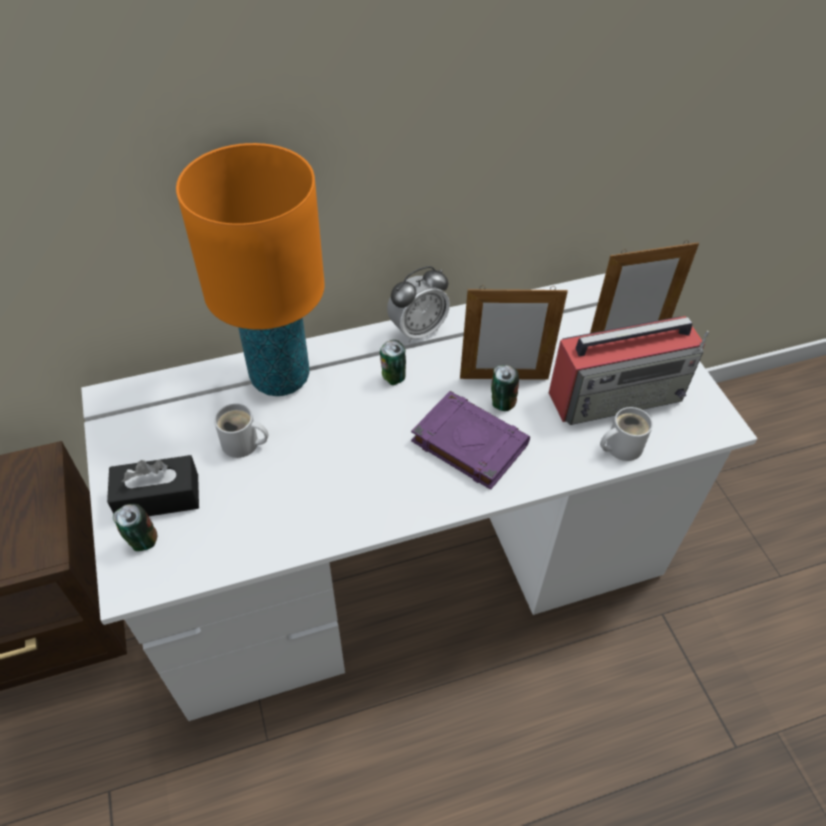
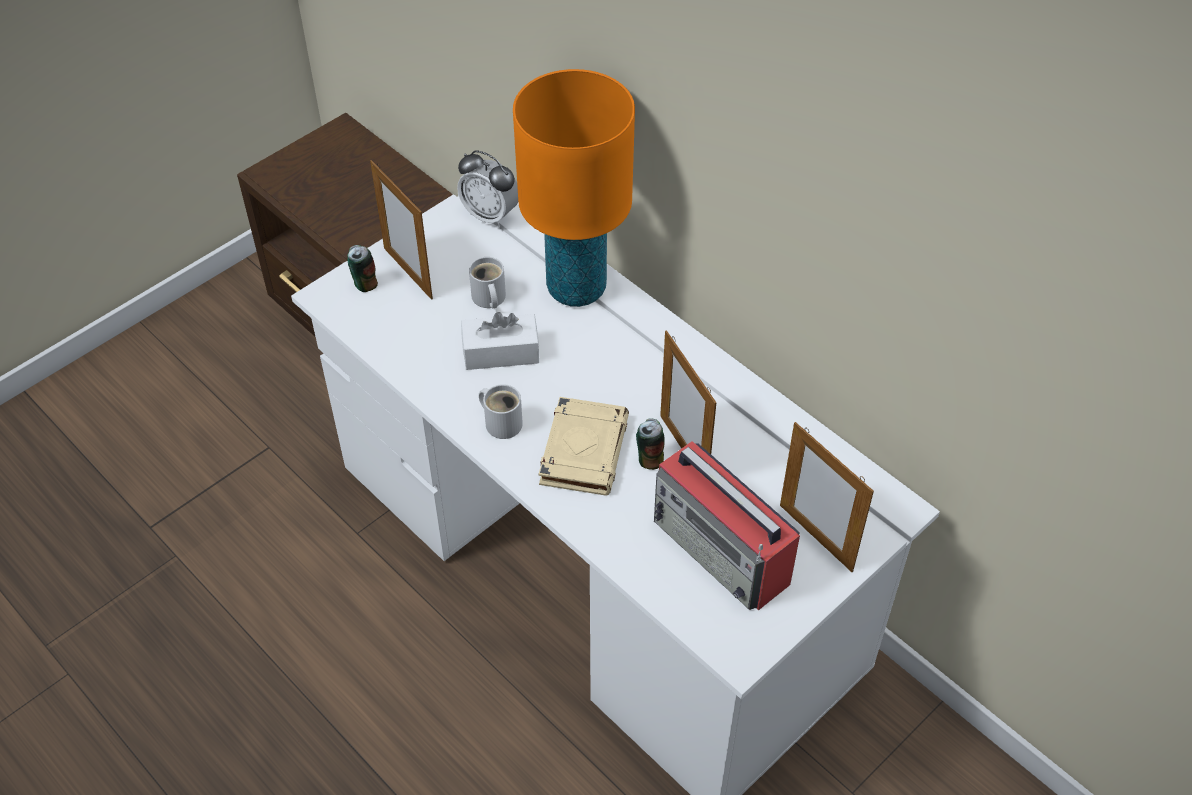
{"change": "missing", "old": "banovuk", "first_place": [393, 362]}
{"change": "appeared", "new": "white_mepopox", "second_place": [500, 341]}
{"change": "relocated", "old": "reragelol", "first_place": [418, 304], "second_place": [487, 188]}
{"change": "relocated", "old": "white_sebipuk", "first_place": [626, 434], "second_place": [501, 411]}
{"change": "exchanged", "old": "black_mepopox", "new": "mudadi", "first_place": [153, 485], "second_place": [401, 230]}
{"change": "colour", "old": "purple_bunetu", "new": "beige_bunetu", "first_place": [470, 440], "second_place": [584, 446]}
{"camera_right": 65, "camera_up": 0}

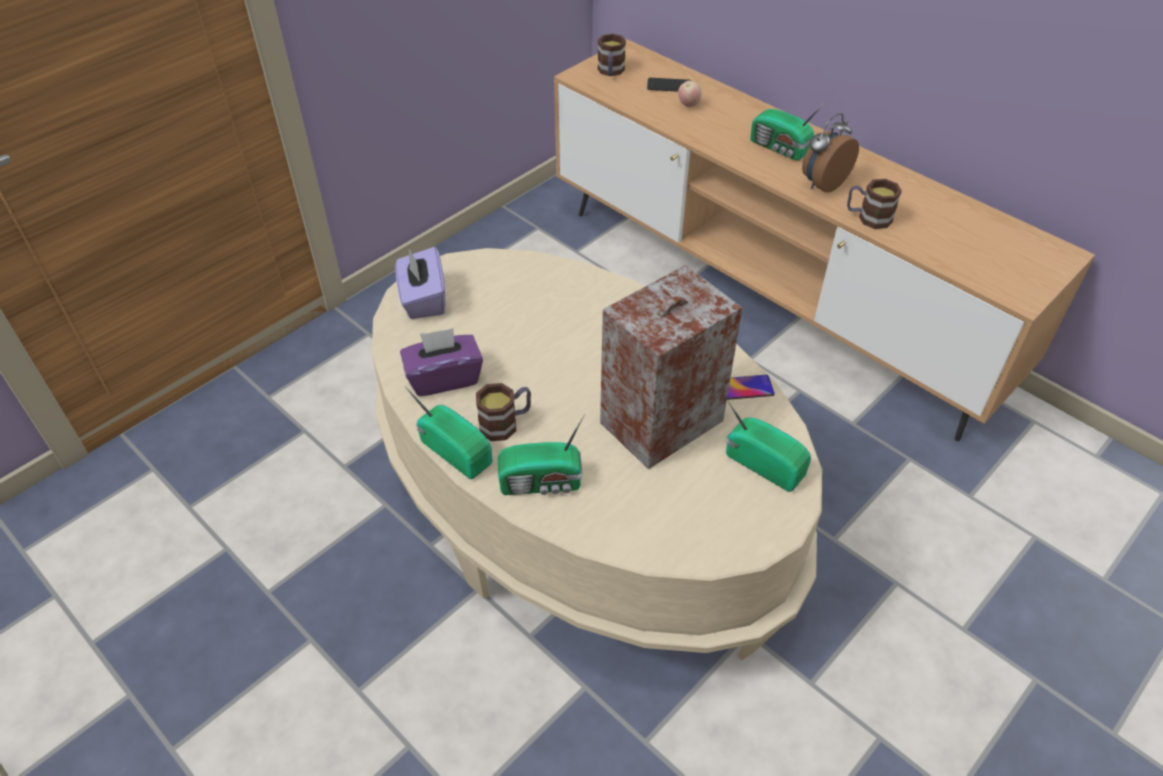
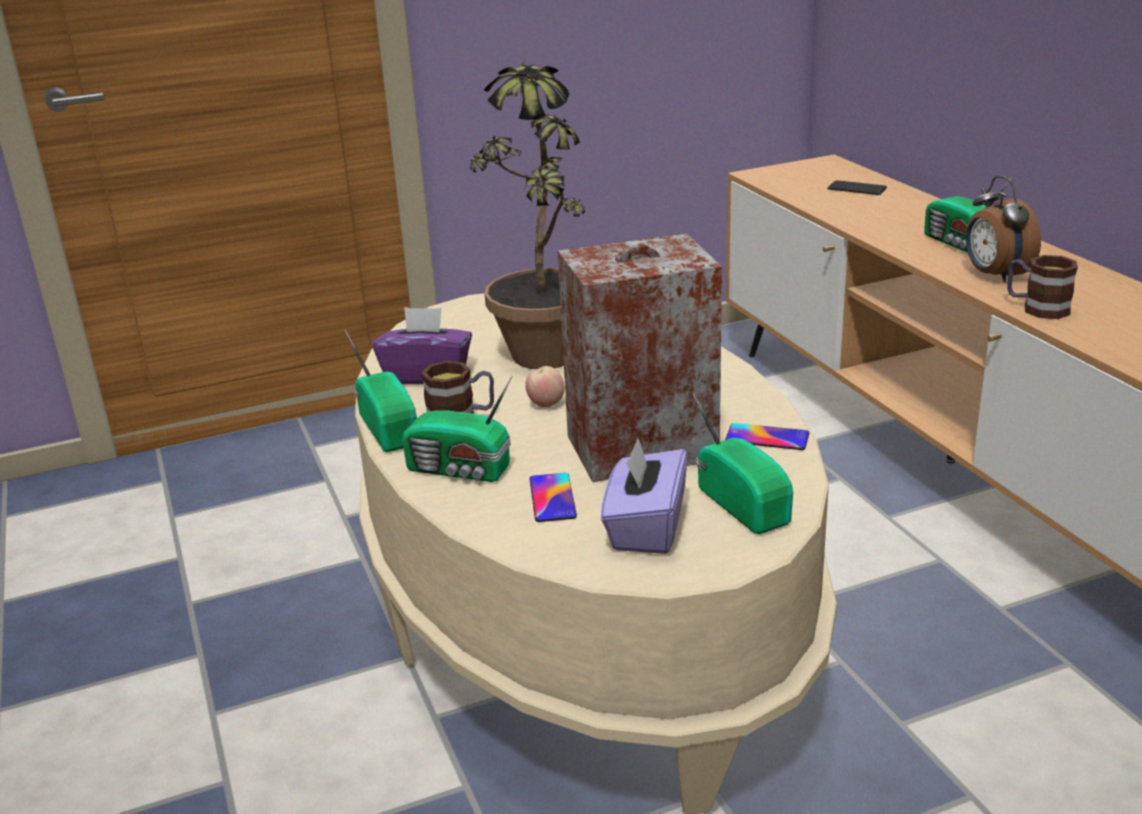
{"change": "missing", "old": "sebipuk", "first_place": [611, 54]}
{"change": "appeared", "new": "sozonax", "second_place": [528, 210]}
{"change": "appeared", "new": "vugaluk", "second_place": [553, 497]}
{"change": "relocated", "old": "purple_mepopox", "first_place": [420, 283], "second_place": [644, 496]}
{"change": "relocated", "old": "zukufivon", "first_place": [690, 94], "second_place": [544, 386]}
{"change": "spun", "old": "reragelol", "first_place": [830, 153], "second_place": [1003, 229], "degrees": -90}
{"camera_right": 25, "camera_up": -20}

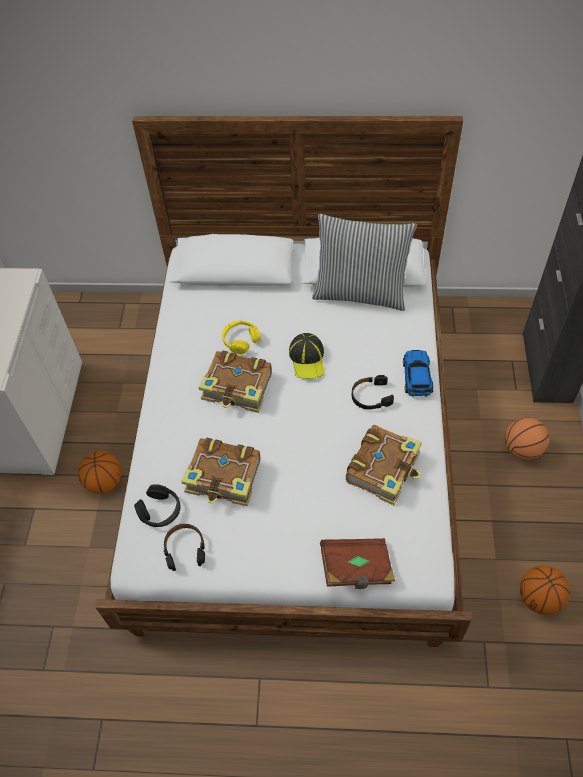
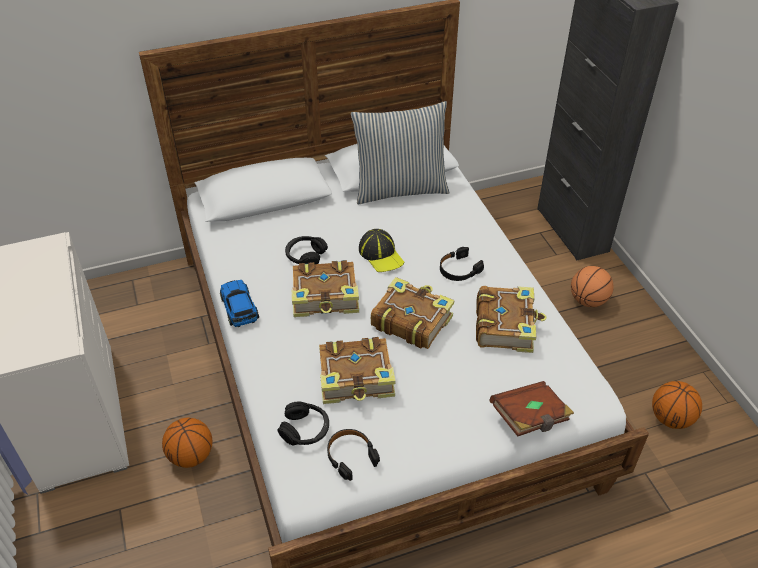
{"change": "appeared", "new": "bunetu", "second_place": [412, 313]}
{"change": "relocated", "old": "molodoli", "first_place": [418, 373], "second_place": [239, 303]}
{"change": "colour", "old": "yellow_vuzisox", "new": "black_vuzisox", "first_place": [241, 337], "second_place": [306, 250]}
{"camera_right": -25, "camera_up": -10}

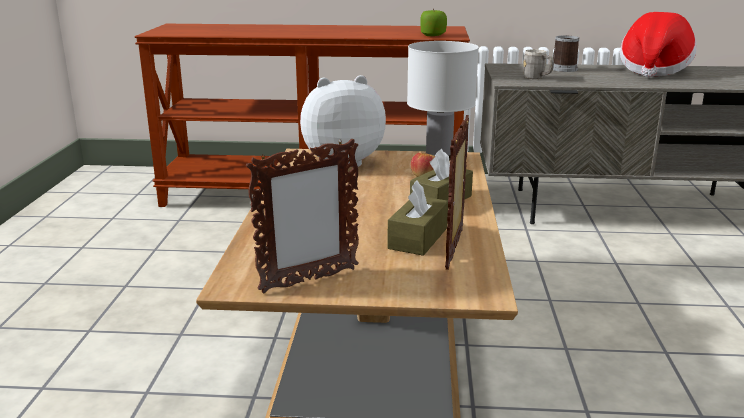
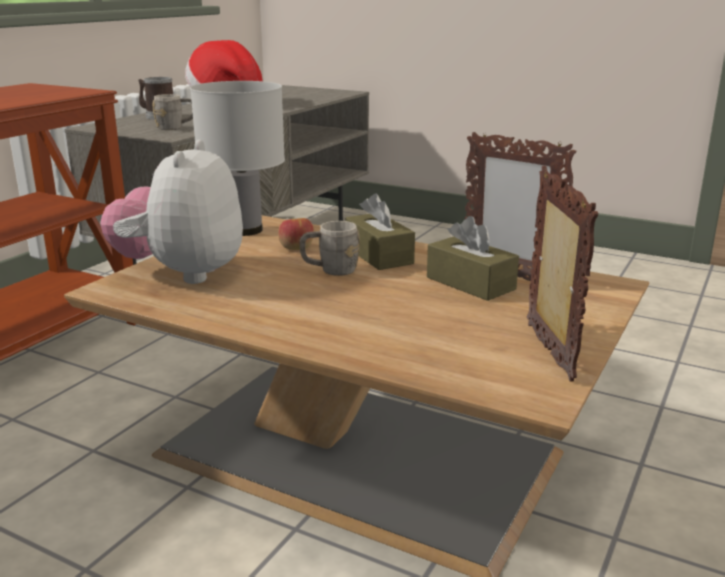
{"change": "missing", "old": "zukufivon", "first_place": [433, 22]}
{"change": "appeared", "new": "grey_sebipuk", "second_place": [330, 248]}
{"camera_right": -65, "camera_up": 0}

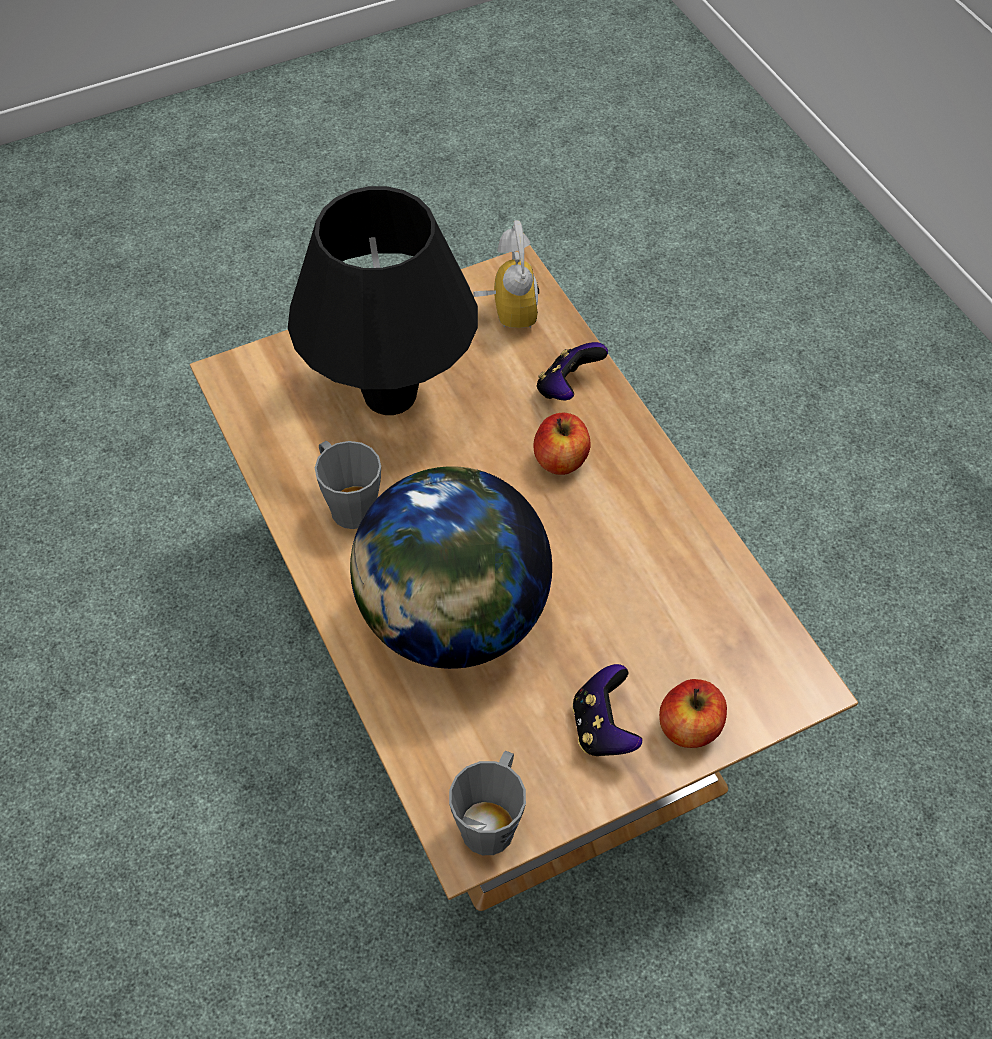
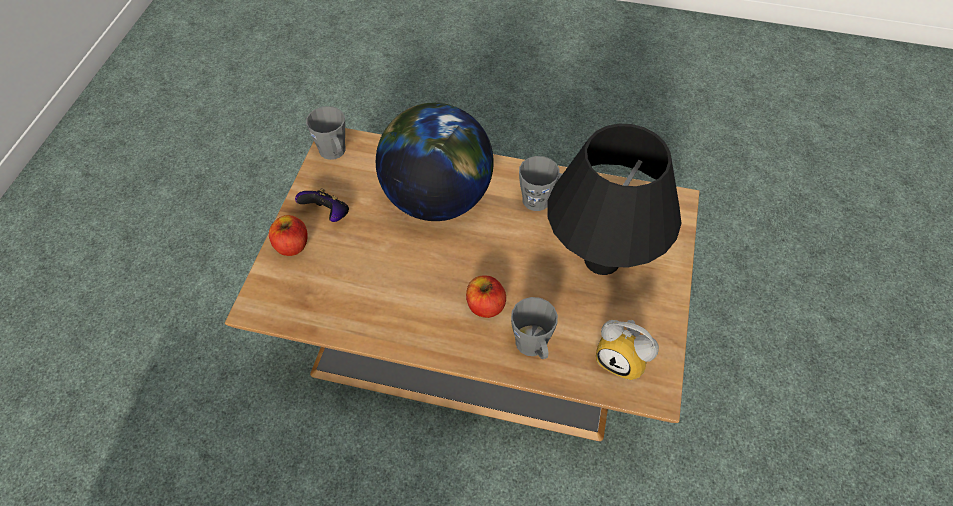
{"change": "exchanged", "old": "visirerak", "new": "grey_sebipuk", "first_place": [572, 371], "second_place": [534, 328]}
{"camera_right": 130, "camera_up": 0}

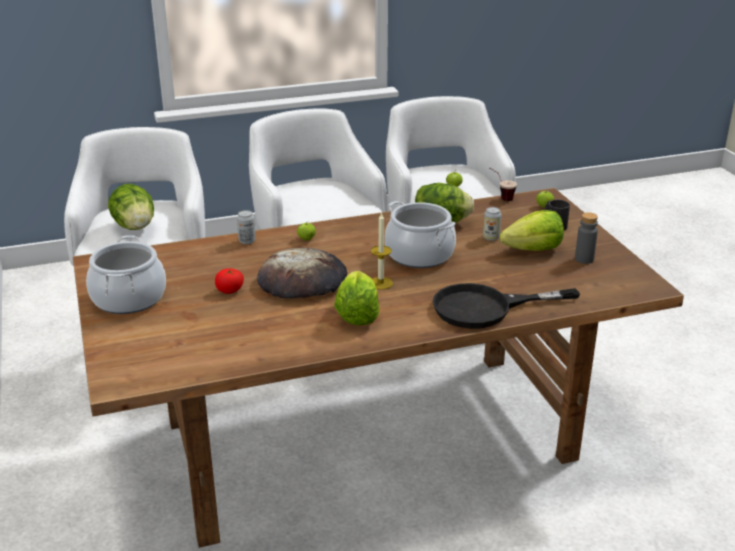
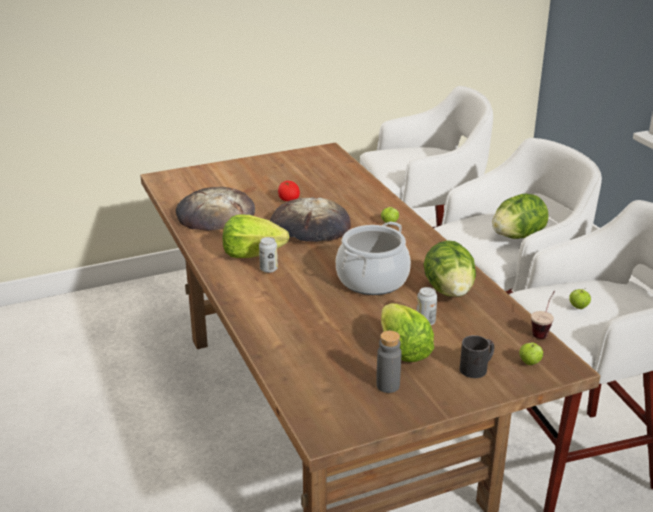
{"change": "missing", "old": "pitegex", "first_place": [126, 274]}
{"change": "missing", "old": "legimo", "first_place": [382, 251]}
{"change": "missing", "old": "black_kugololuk", "first_place": [506, 306]}
{"change": "appeared", "new": "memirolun", "second_place": [215, 209]}
{"change": "relocated", "old": "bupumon", "first_place": [131, 207], "second_place": [520, 216]}
{"change": "relocated", "old": "banovuk", "first_place": [246, 227], "second_place": [268, 255]}
{"camera_right": 85, "camera_up": 0}

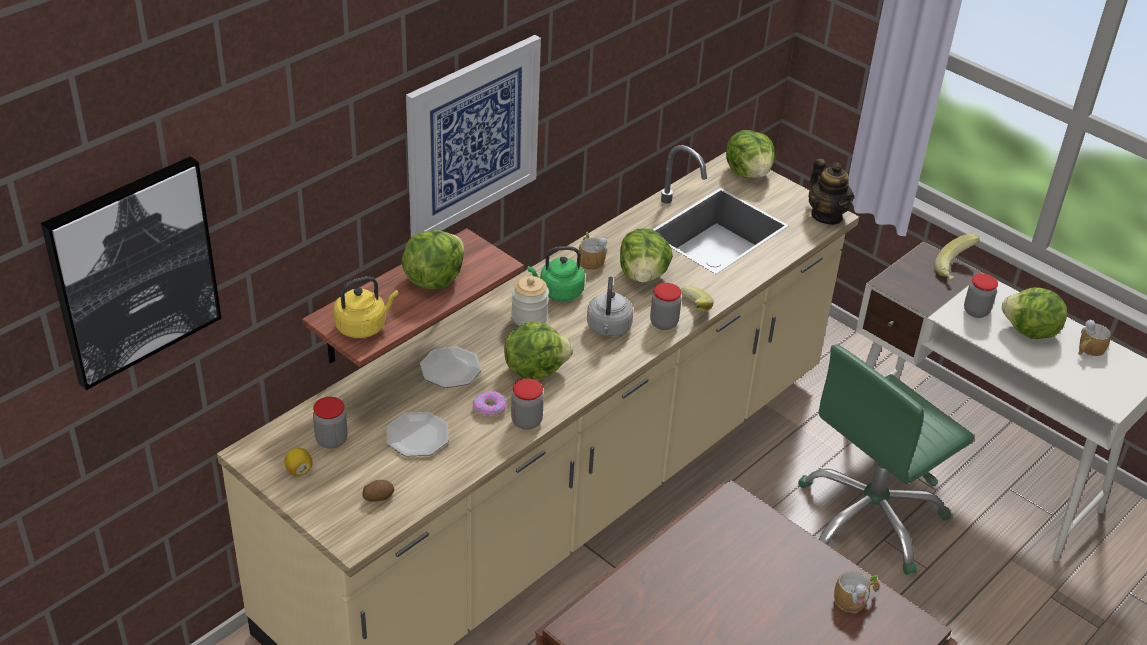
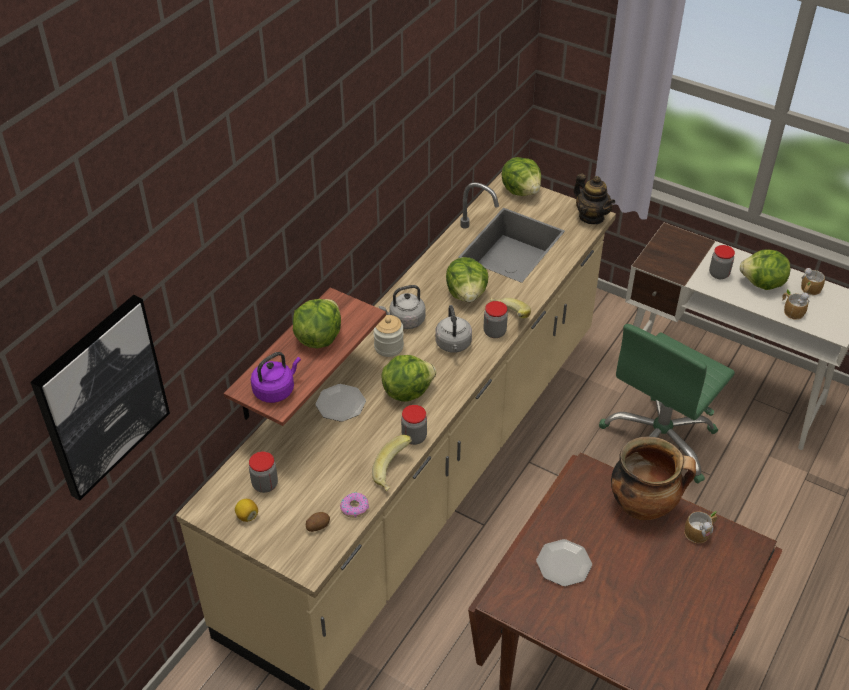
{"change": "missing", "old": "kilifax", "first_place": [473, 136]}
{"change": "appeared", "new": "pitegex", "second_place": [653, 478]}
{"change": "relocated", "old": "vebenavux", "first_place": [417, 434], "second_place": [564, 562]}
{"change": "relocated", "old": "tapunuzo", "first_place": [490, 404], "second_place": [354, 505]}
{"change": "relocated", "old": "sebipuk", "first_place": [593, 251], "second_place": [795, 304]}
{"change": "relocated", "old": "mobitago", "first_place": [957, 257], "second_place": [392, 463]}
{"change": "colour", "old": "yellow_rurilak", "new": "purple_rurilak", "first_place": [366, 307], "second_place": [276, 377]}
{"change": "colour", "old": "green_rurilak", "new": "grey_rurilak", "first_place": [556, 273], "second_place": [402, 307]}
{"camera_right": -10, "camera_up": 5}

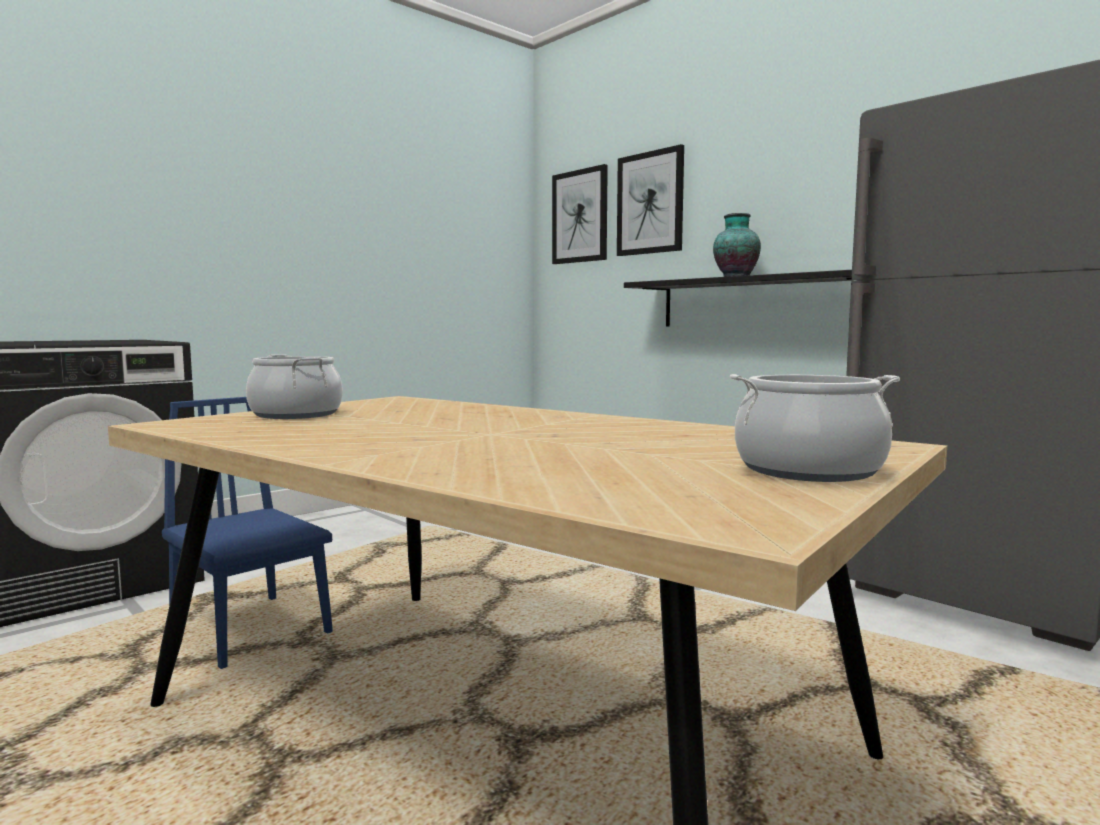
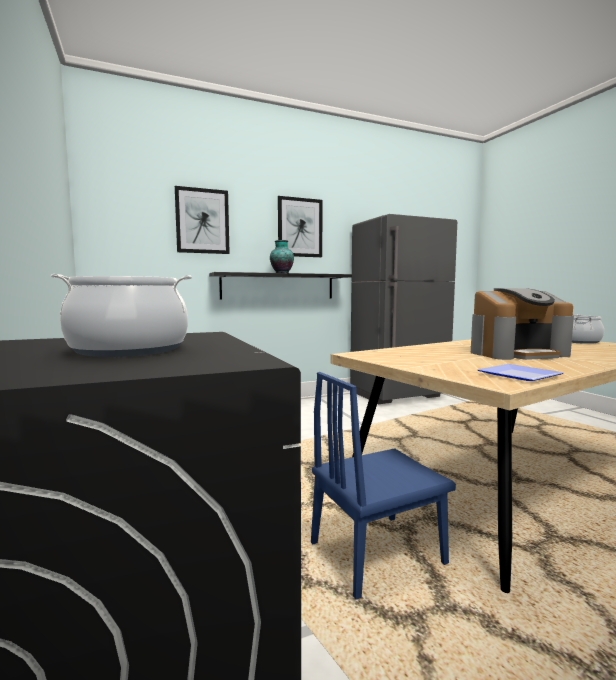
{"change": "appeared", "new": "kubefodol", "second_place": [522, 324]}
{"change": "appeared", "new": "vebenavux", "second_place": [520, 372]}
{"change": "relocated", "old": "pitegex", "first_place": [294, 386], "second_place": [121, 315]}
{"change": "relocated", "old": "kilifax", "first_place": [580, 214], "second_place": [300, 226]}
{"camera_right": -70, "camera_up": 0}

